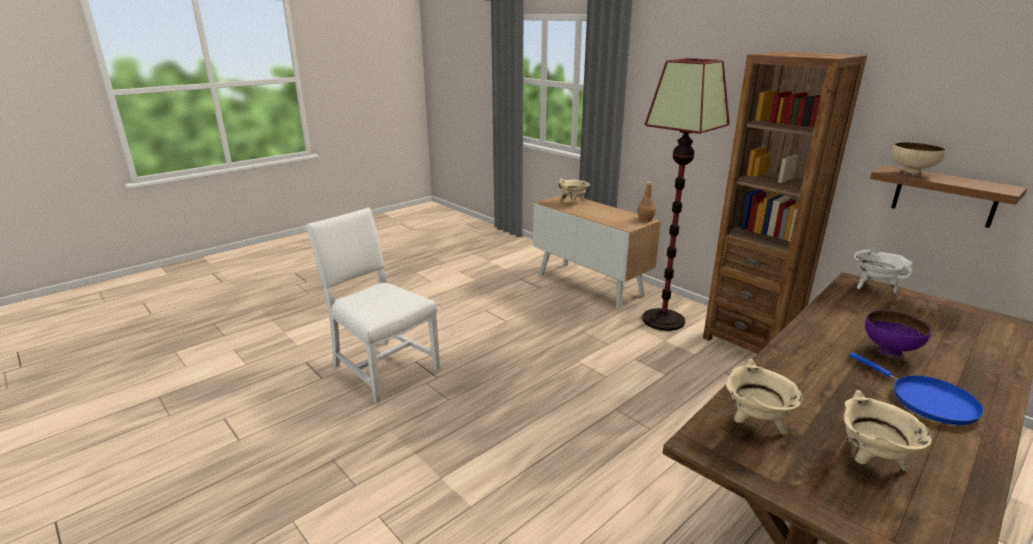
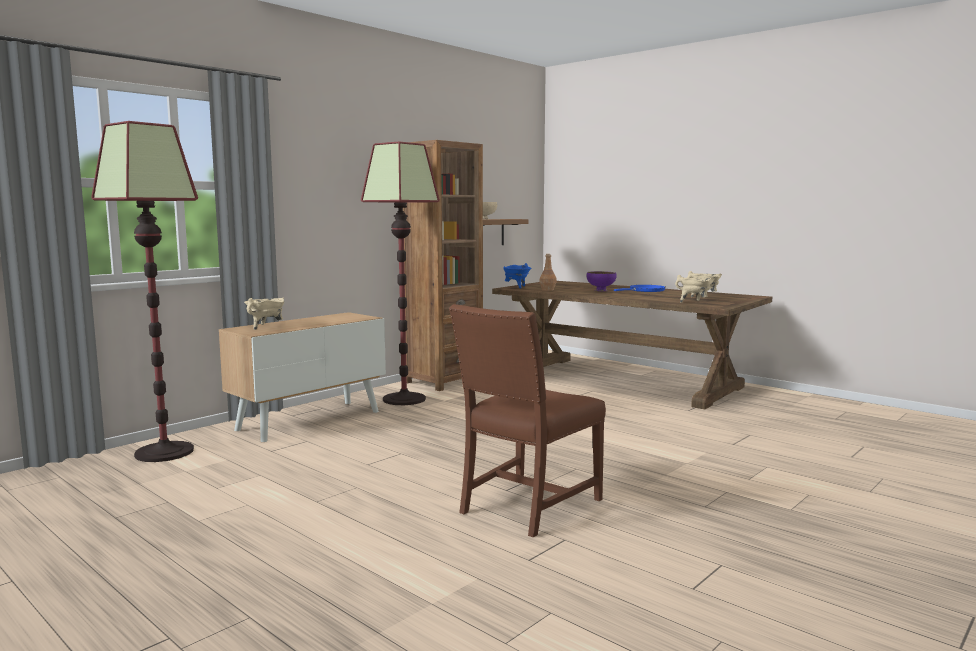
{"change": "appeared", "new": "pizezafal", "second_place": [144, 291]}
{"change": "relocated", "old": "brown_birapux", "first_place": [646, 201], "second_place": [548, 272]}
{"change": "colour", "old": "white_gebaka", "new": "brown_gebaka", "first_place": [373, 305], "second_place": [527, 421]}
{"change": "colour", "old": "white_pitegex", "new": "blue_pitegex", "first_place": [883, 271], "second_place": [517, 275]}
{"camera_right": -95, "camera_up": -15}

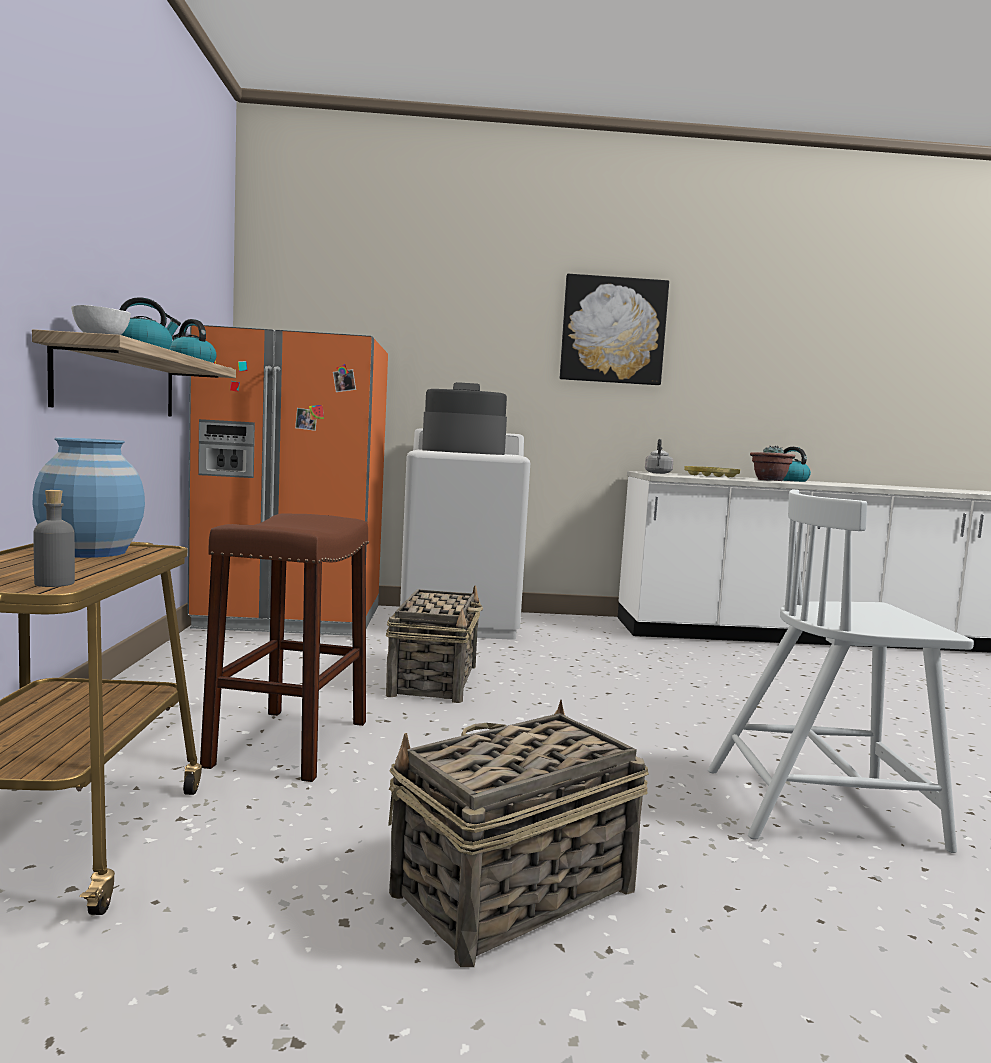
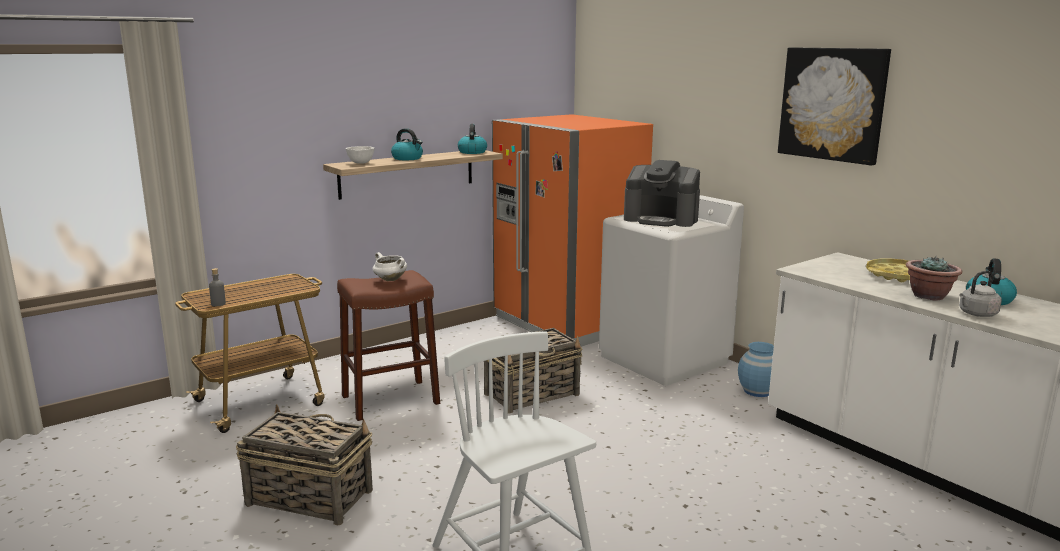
{"change": "appeared", "new": "white_pitegex", "second_place": [390, 266]}
{"change": "relocated", "old": "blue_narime", "first_place": [88, 498], "second_place": [756, 369]}
{"change": "relocated", "old": "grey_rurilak", "first_place": [659, 456], "second_place": [980, 294]}
{"change": "spun", "old": "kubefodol", "first_place": [464, 418], "second_place": [662, 193], "degrees": 150}
{"camera_right": 55, "camera_up": 10}

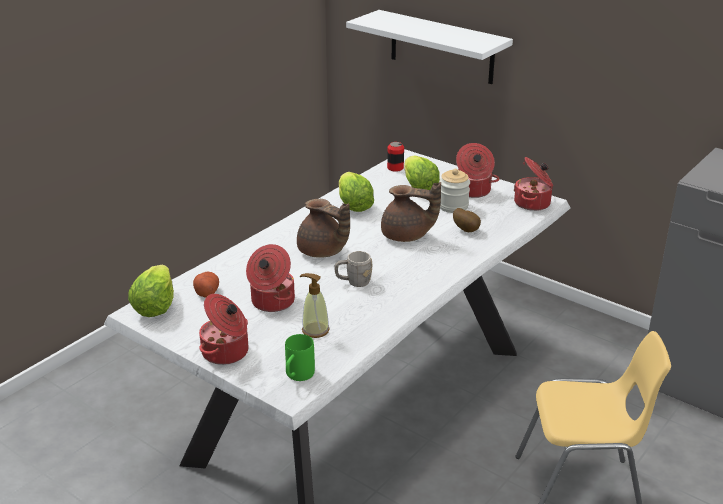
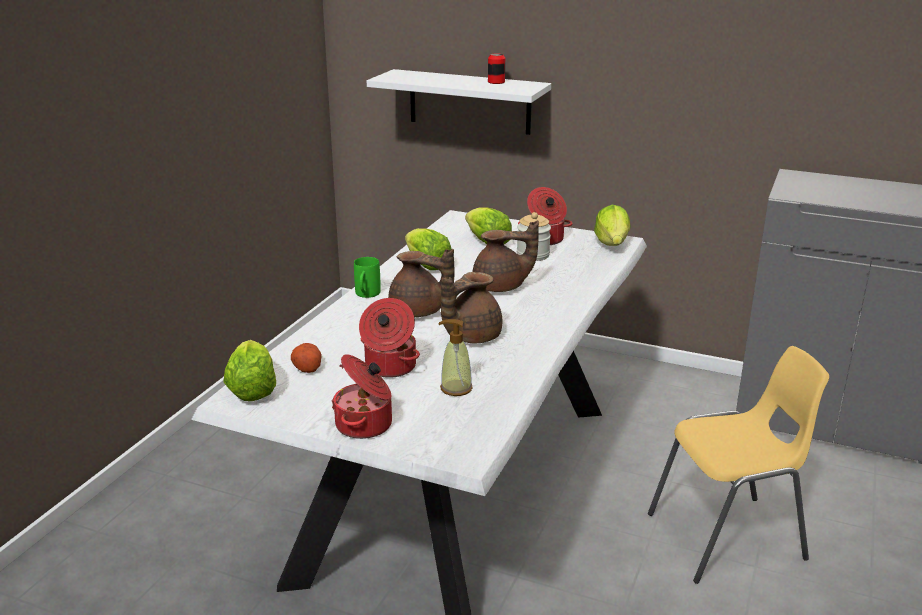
{"change": "missing", "old": "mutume", "first_place": [467, 220]}
{"change": "relocated", "old": "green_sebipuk", "first_place": [300, 357], "second_place": [367, 277]}
{"change": "relocated", "old": "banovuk", "first_place": [395, 157], "second_place": [496, 68]}
{"change": "exchanged", "old": "grey_sebipuk", "new": "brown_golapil", "first_place": [353, 269], "second_place": [471, 307]}
{"change": "exchanged", "old": "pitegex", "new": "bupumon", "first_place": [533, 184], "second_place": [612, 225]}
{"camera_right": -15, "camera_up": -5}

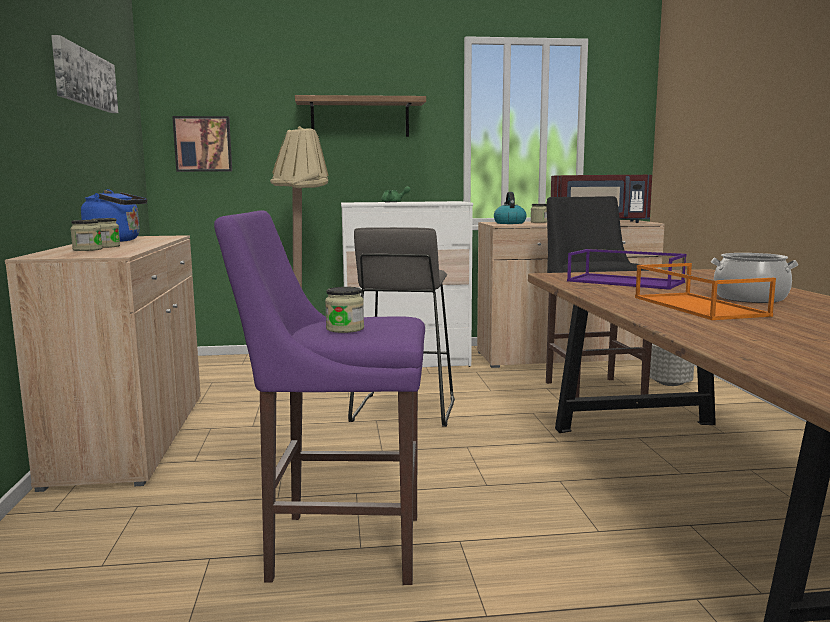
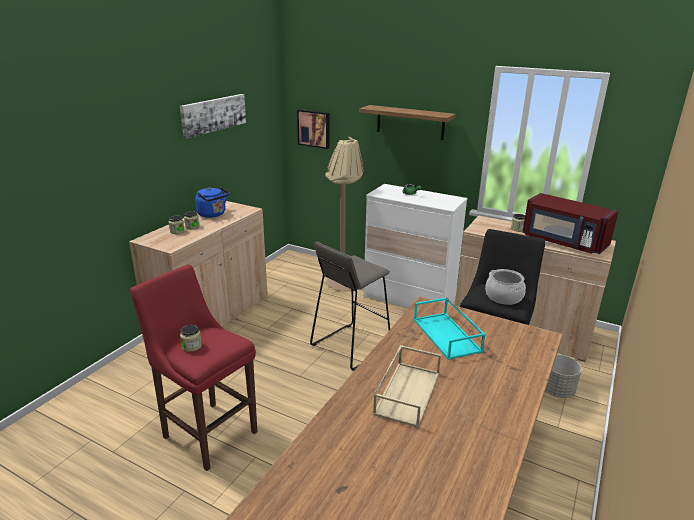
{"change": "missing", "old": "rurilak", "first_place": [510, 208]}
{"change": "relocated", "old": "pitegex", "first_place": [754, 278], "second_place": [505, 287]}
{"change": "colour", "old": "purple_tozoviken", "new": "red_tozoviken", "first_place": [319, 397], "second_place": [194, 368]}
{"change": "colour", "old": "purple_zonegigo", "new": "turquoise_zonegigo", "first_place": [627, 269], "second_place": [450, 328]}
{"change": "colour", "old": "orange_zonegigo", "new": "beige_zonegigo", "first_place": [705, 291], "second_place": [407, 386]}
{"camera_right": 35, "camera_up": 15}

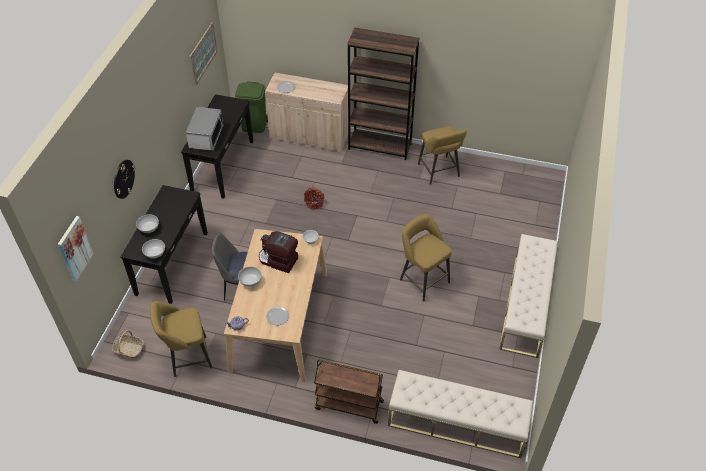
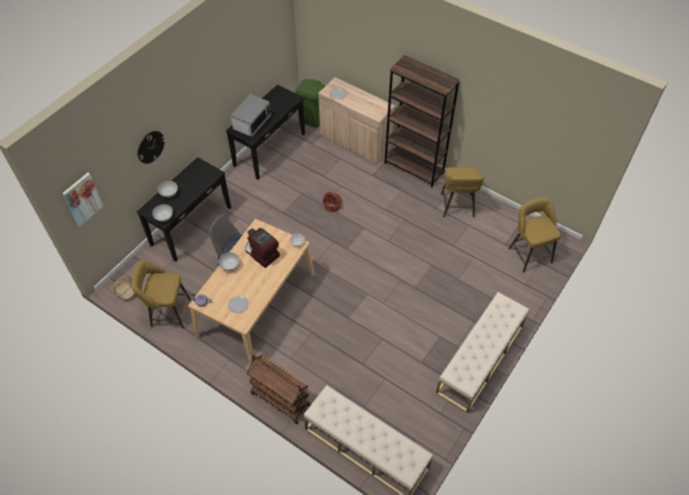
{"change": "missing", "old": "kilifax", "first_place": [203, 54]}
{"change": "relocated", "old": "yellow_tozoviken", "first_place": [426, 257], "second_place": [535, 235]}
{"camera_right": 20, "camera_up": 5}

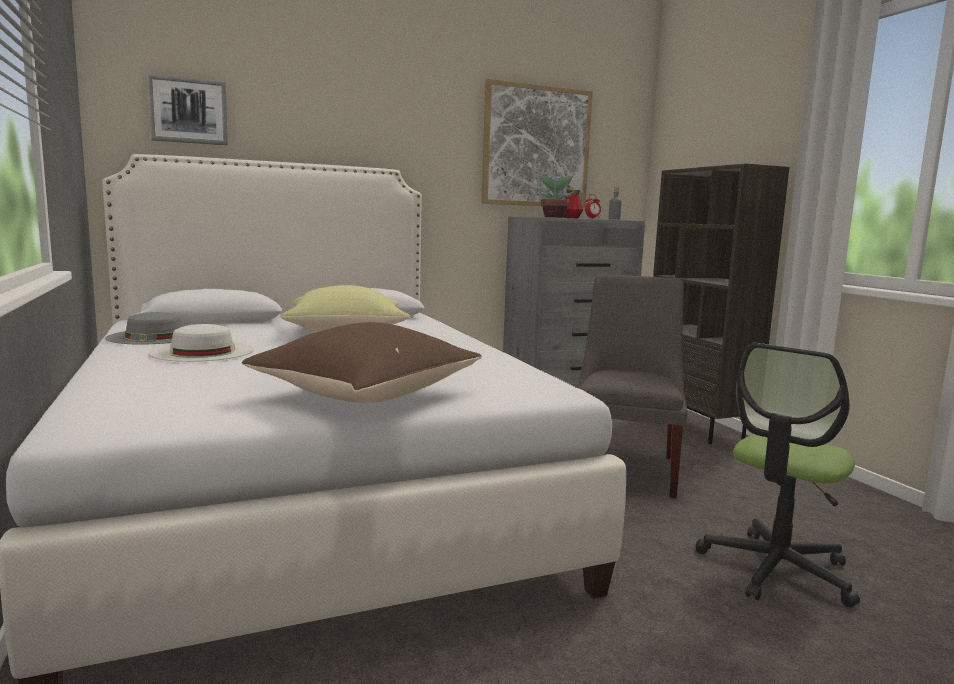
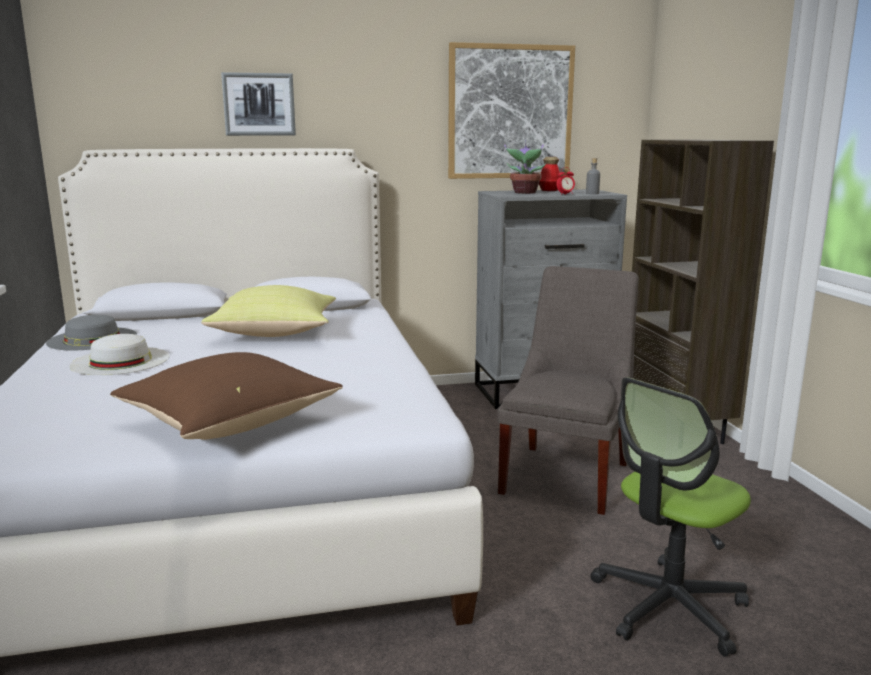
{"change": "relocated", "old": "kilifax", "first_place": [187, 109], "second_place": [258, 104]}
{"camera_right": 10, "camera_up": 5}

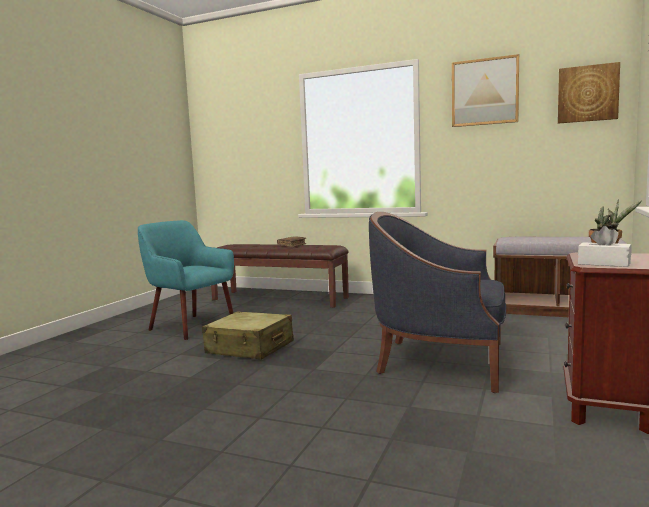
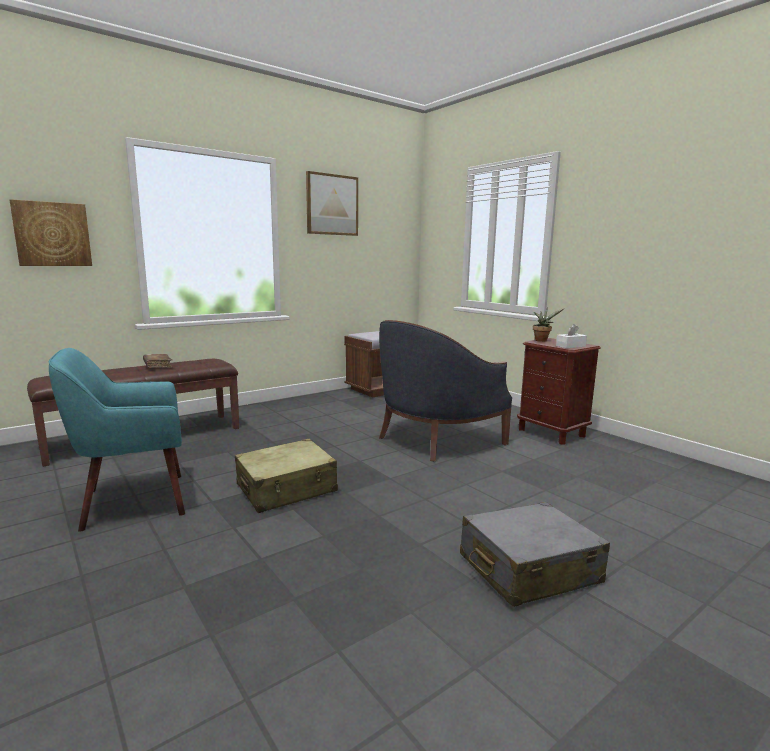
{"change": "appeared", "new": "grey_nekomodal", "second_place": [535, 554]}
{"change": "relocated", "old": "kilifax", "first_place": [589, 92], "second_place": [51, 232]}
{"camera_right": -60, "camera_up": 5}

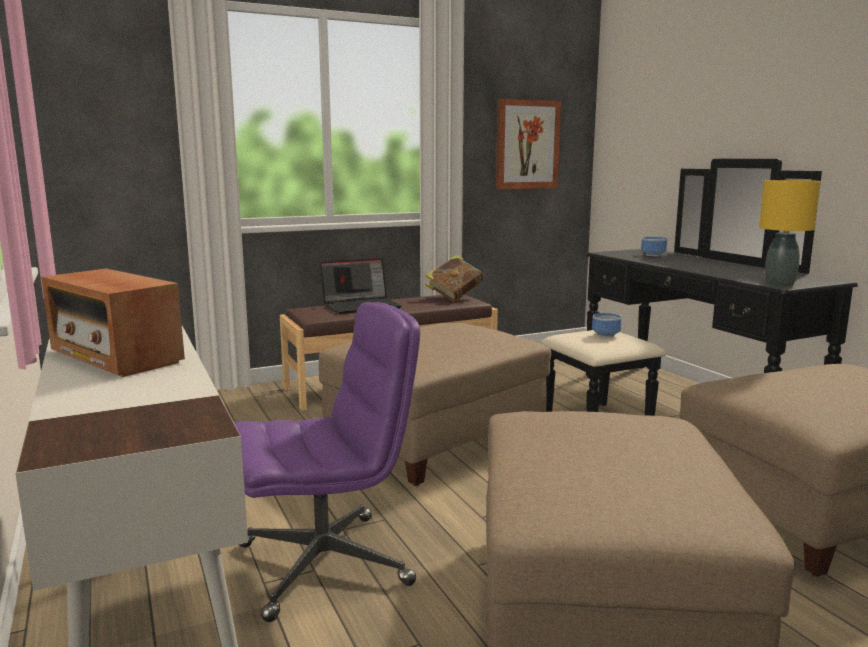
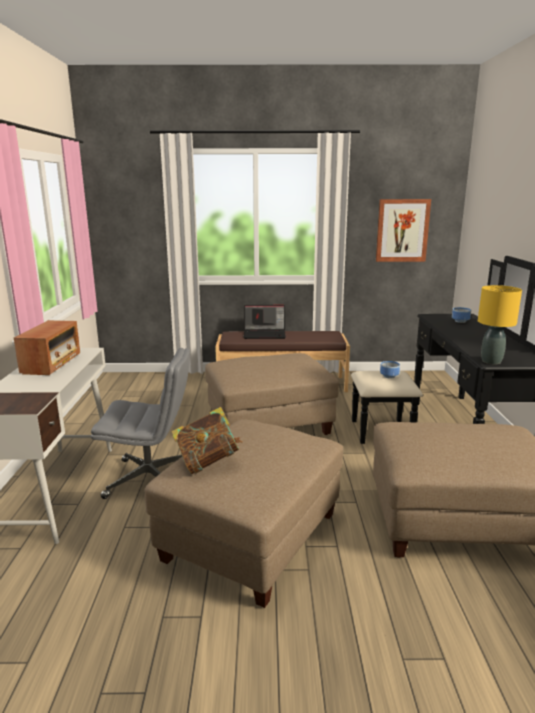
{"change": "relocated", "old": "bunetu", "first_place": [454, 278], "second_place": [206, 440]}
{"change": "colour", "old": "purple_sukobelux", "new": "grey_sukobelux", "first_place": [327, 462], "second_place": [140, 423]}
{"change": "spun", "old": "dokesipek", "first_place": [113, 322], "second_place": [47, 347], "degrees": -150}
{"camera_right": 25, "camera_up": 5}

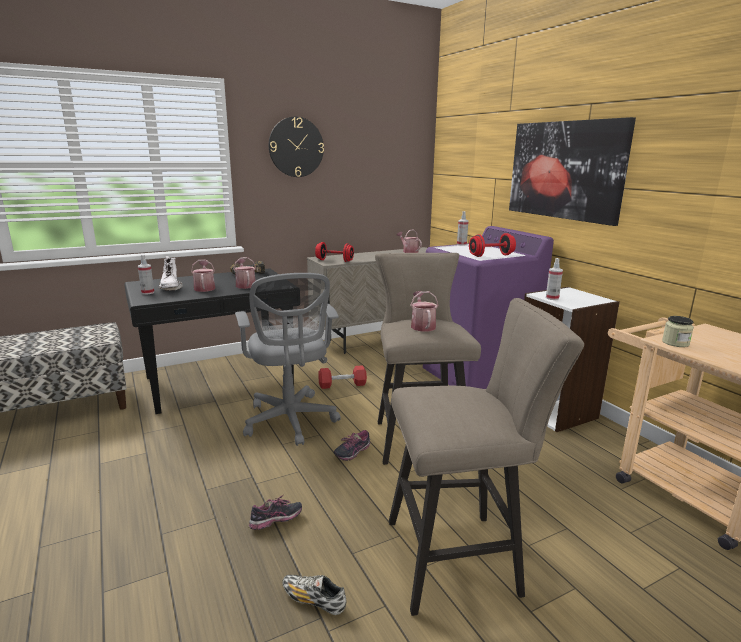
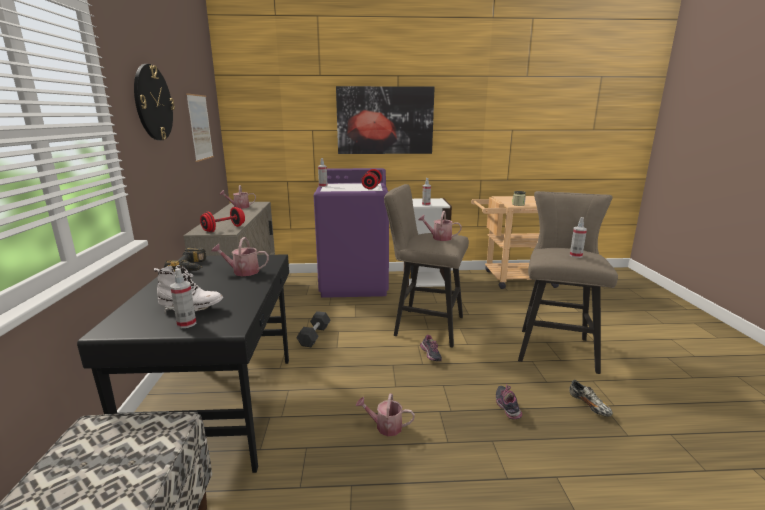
{"change": "missing", "old": "grey_sukobelux", "first_place": [288, 359]}
{"change": "appeared", "new": "kilifax", "second_place": [200, 127]}
{"change": "appeared", "new": "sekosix", "second_place": [578, 237]}
{"change": "relocated", "old": "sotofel", "first_place": [203, 276], "second_place": [385, 414]}
{"change": "colour", "old": "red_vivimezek", "new": "black_vivimezek", "first_place": [342, 377], "second_place": [313, 329]}
{"change": "spun", "old": "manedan", "first_place": [314, 595], "second_place": [591, 398], "degrees": -75}
{"camera_right": -65, "camera_up": 0}

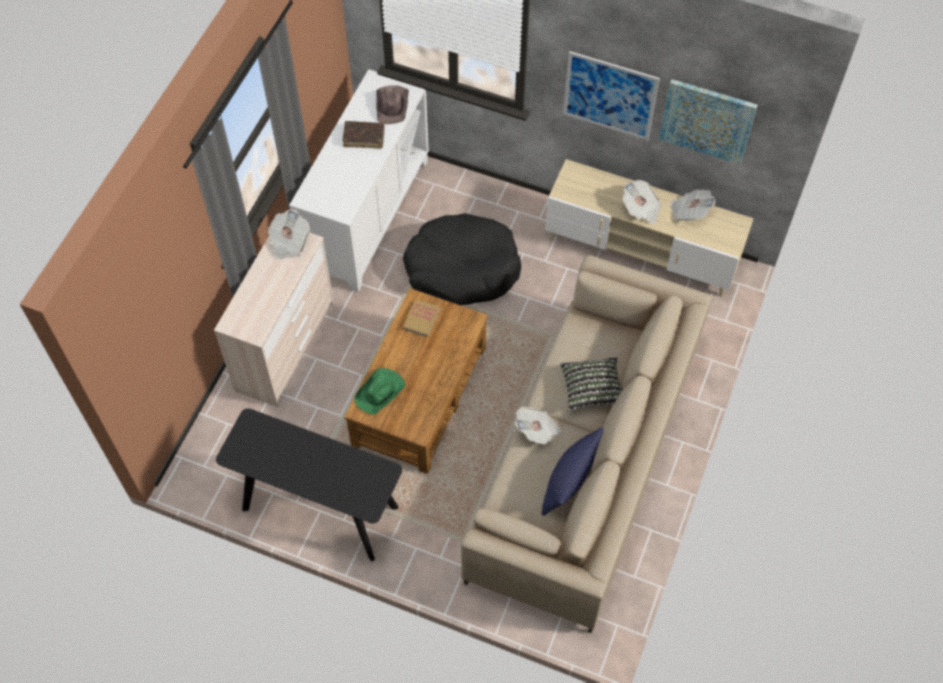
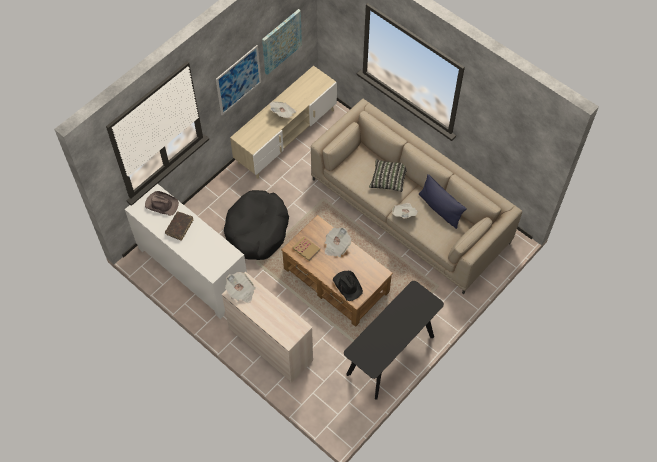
{"change": "relocated", "old": "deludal", "first_place": [692, 205], "second_place": [337, 242]}
{"change": "colour", "old": "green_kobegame", "new": "black_kobegame", "first_place": [380, 391], "second_place": [348, 286]}
{"camera_right": -70, "camera_up": 0}

